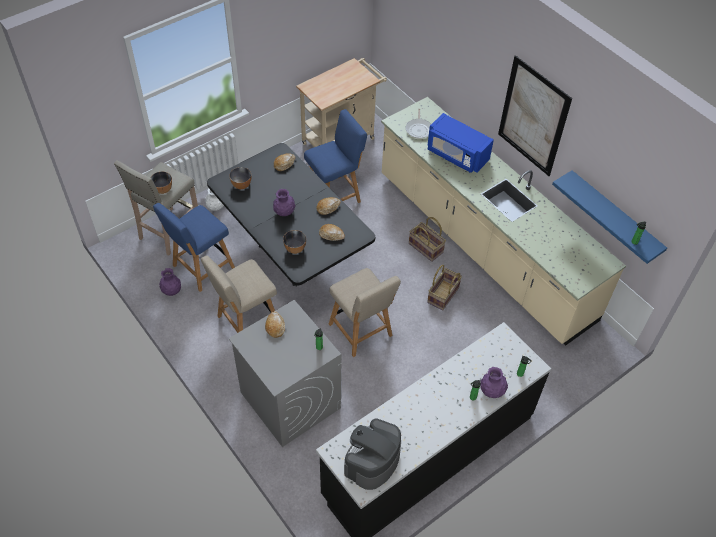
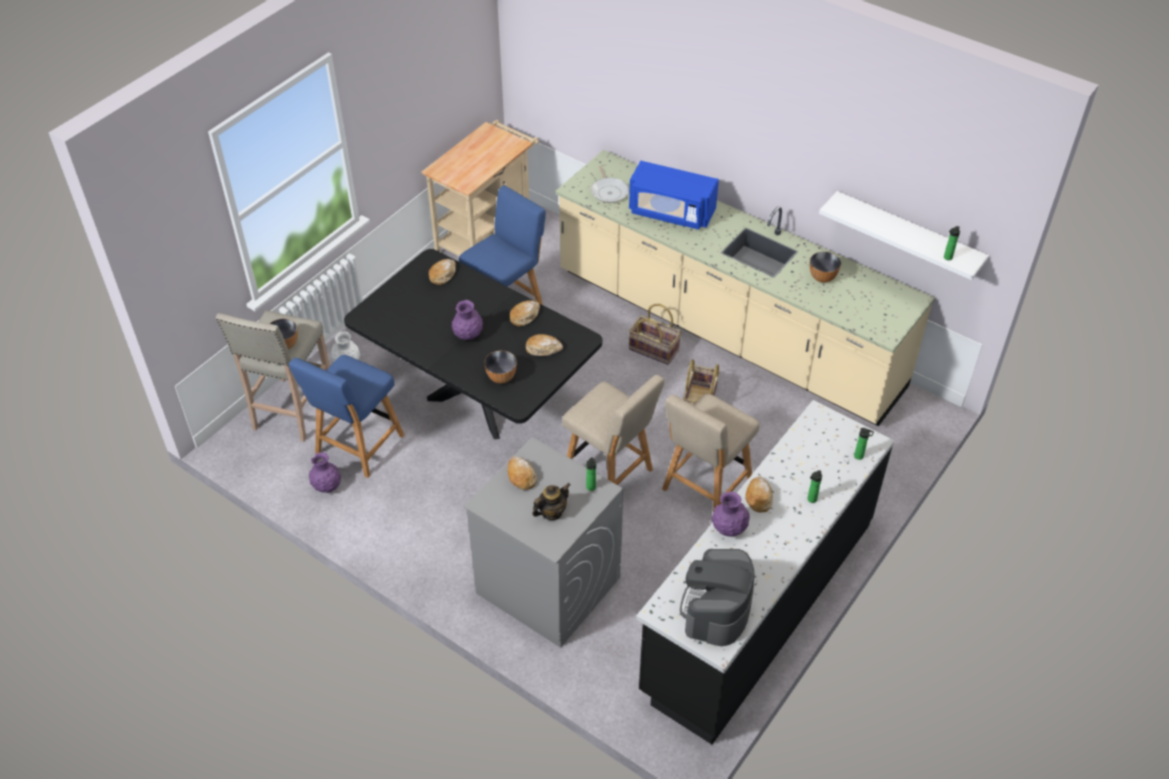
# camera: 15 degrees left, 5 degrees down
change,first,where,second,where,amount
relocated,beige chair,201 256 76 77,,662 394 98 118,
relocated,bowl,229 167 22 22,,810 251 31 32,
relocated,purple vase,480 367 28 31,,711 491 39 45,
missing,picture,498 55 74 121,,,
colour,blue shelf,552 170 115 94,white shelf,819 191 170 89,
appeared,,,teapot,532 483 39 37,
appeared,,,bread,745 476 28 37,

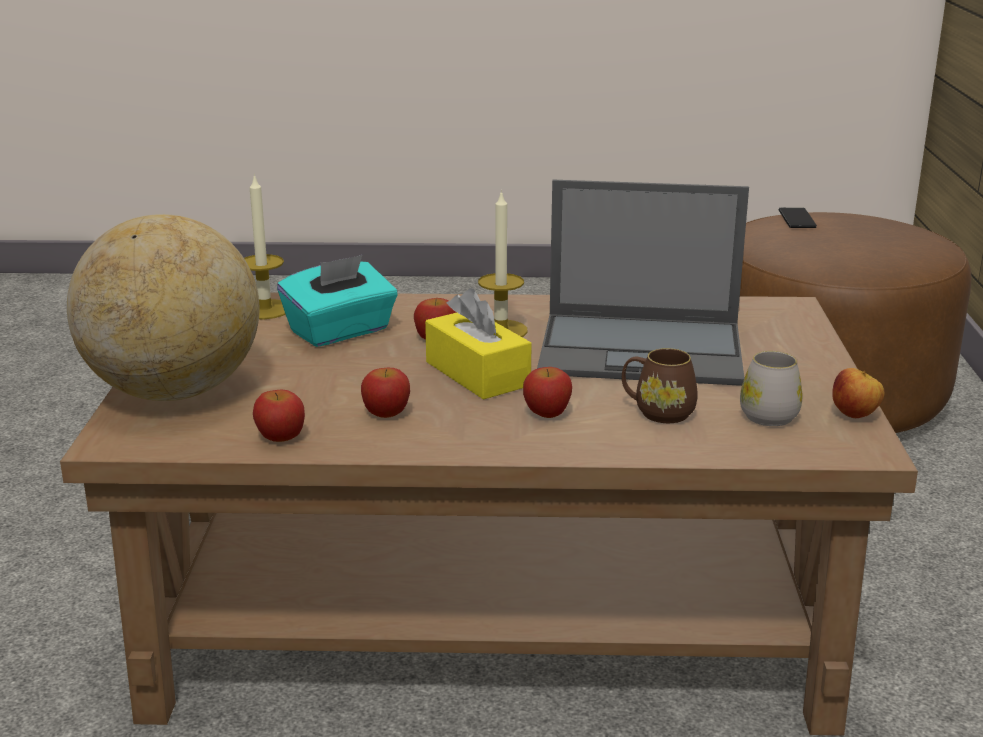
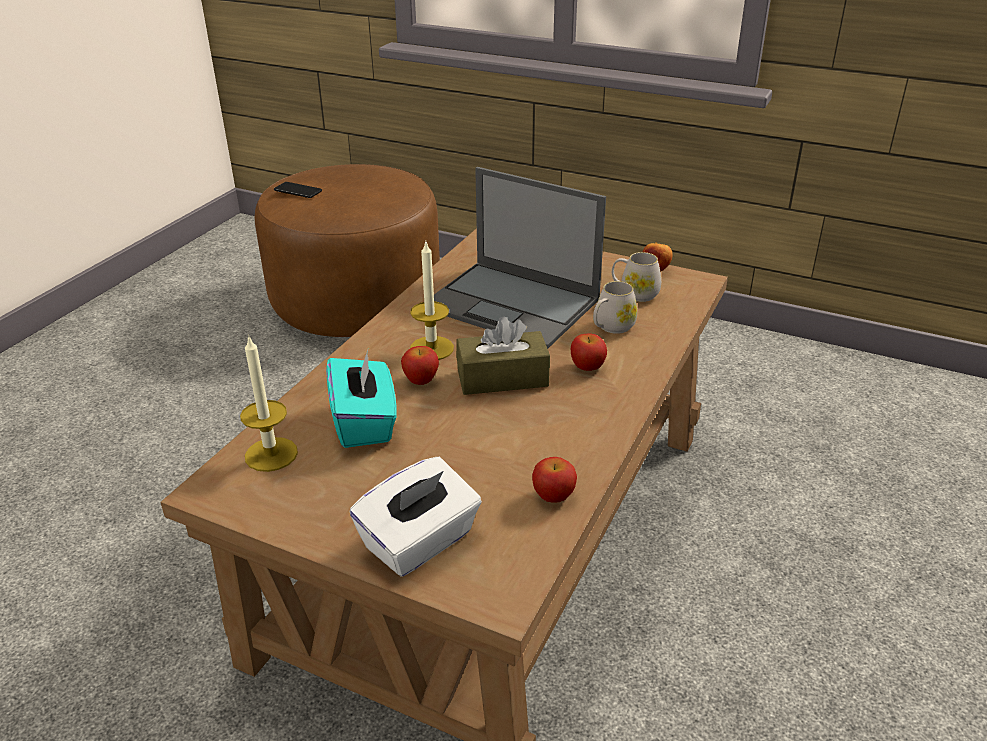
# camera: 65 degrees left, 10 degrees up
change,first,where,second,where,amount
exchanged,globe,67 214 193 187,white tissue box,350 457 132 120,
missing,apple,361 368 49 50,,,
colour,yellow tissue box,425 288 107 112,brown tissue box,456 316 94 79,
spun,laptop,537 180 212 206,,434 167 172 182,90 degrees clockwise
colour,brown mug,622 348 76 75,white mug,593 281 44 53,

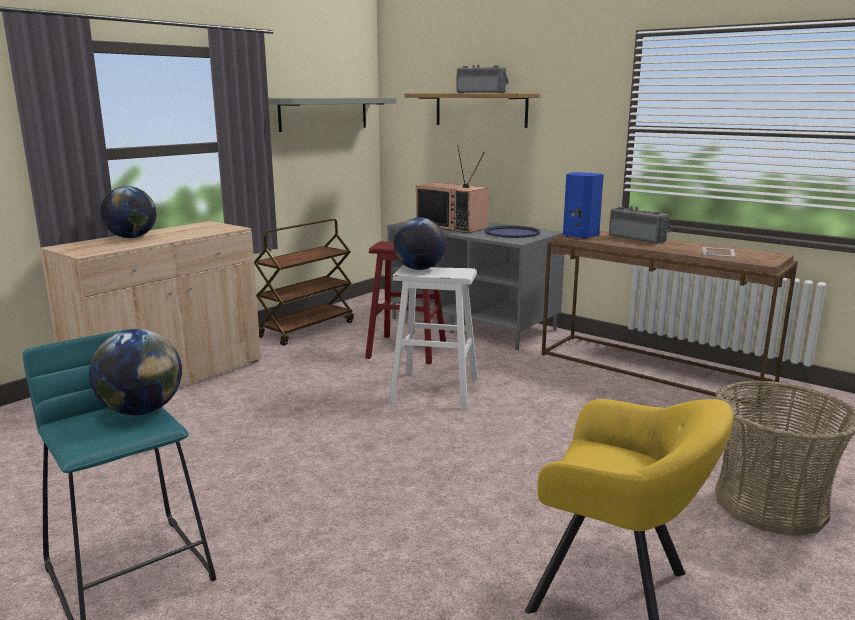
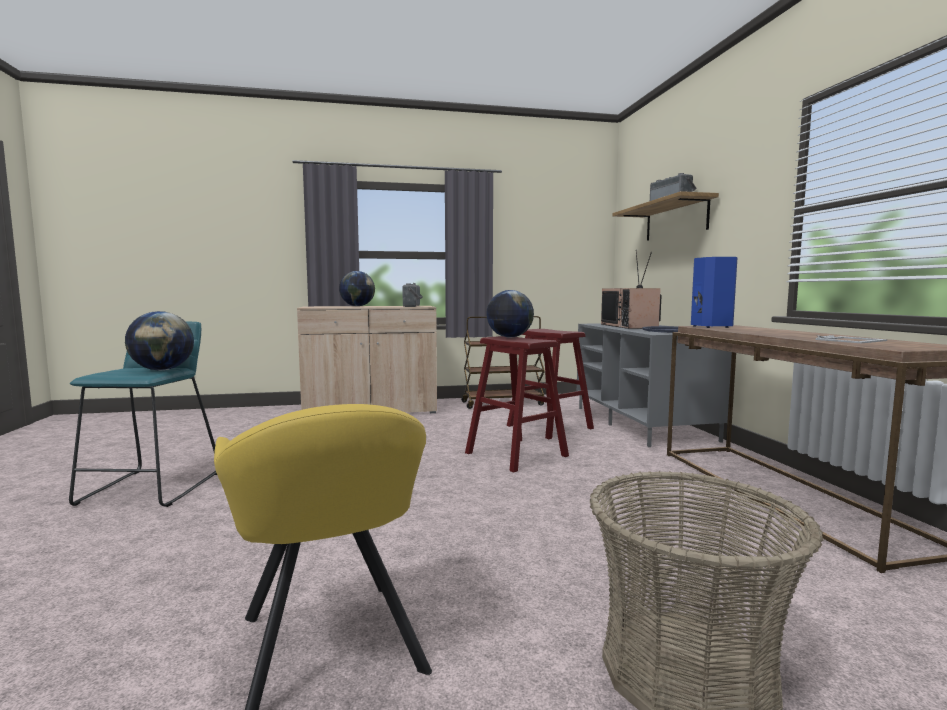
# camera: 40 degrees right, 10 degrees down
change,first,where,second,where,amount
missing,grey shelf,268 98 128 34,,,
colour,white stool,388 265 90 145,red stool,465 336 104 137,
relocated,radio,609 206 62 38,,402 283 21 24,

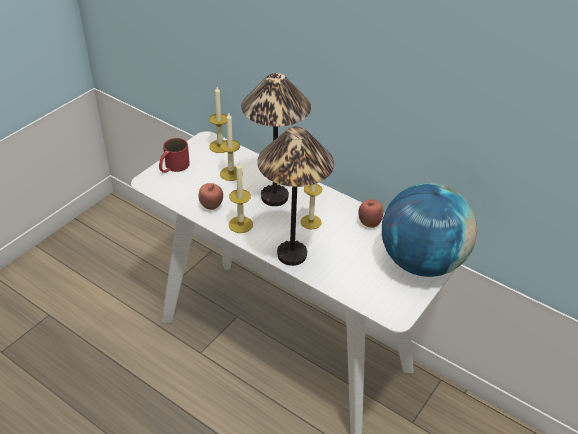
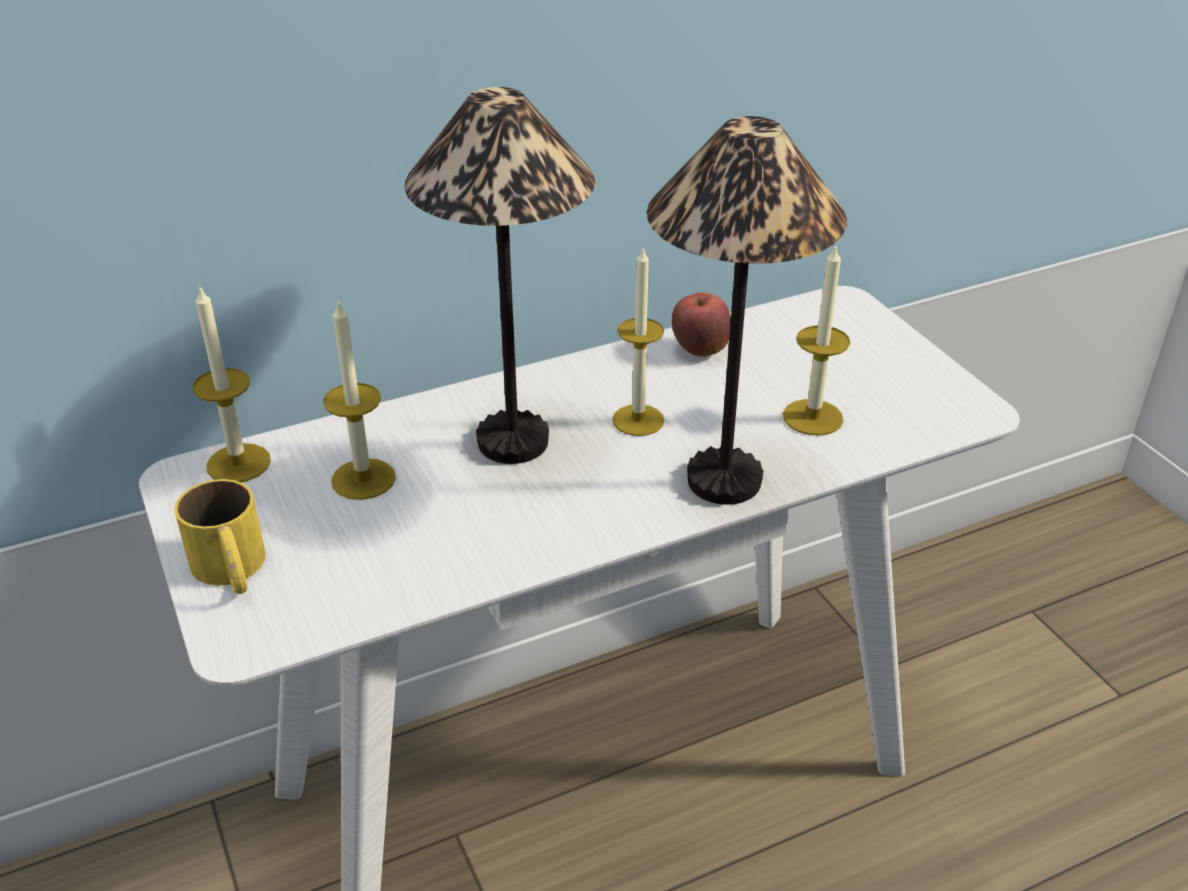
# camera: 60 degrees left, 5 degrees down
change,first,where,second,where,amount
colour,red mug,159 138 31 35,yellow mug,174 479 91 115,
missing,apple,199 183 24 27,,,
relocated,candle,229 163 24 70,,783 243 67 193,
missing,globe,382 183 95 94,,,

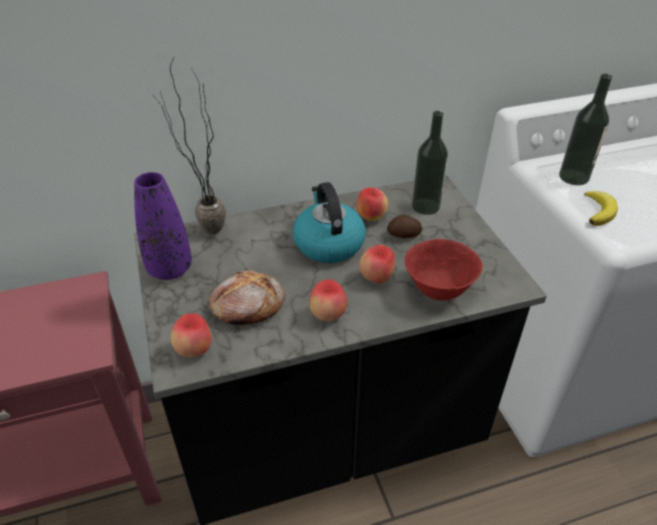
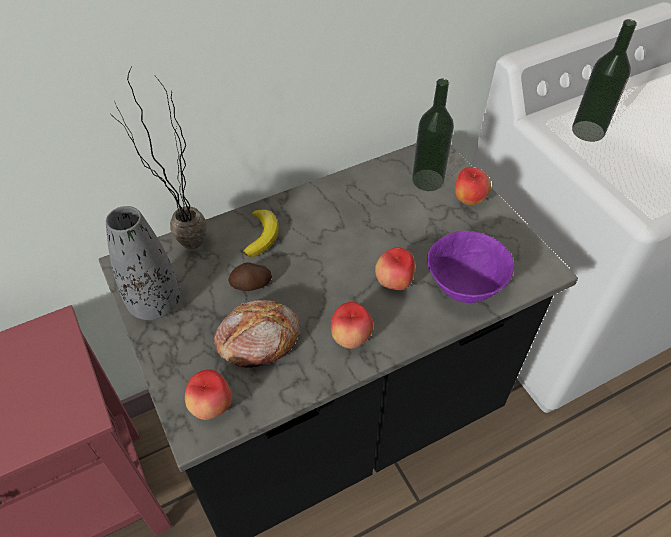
# camera: 10 degrees left, 10 degrees up
change,first,where,second,where,amount
colour,purple vase,134 172 58 108,grey vase,106 206 74 114,
missing,kettle,293 182 73 81,,,
relocated,apple,356 187 32 34,,455 167 36 38,
relocated,potato,387 215 35 23,,228 262 44 29,
colour,red bowl,405 239 78 62,purple bowl,427 231 87 72,
relocated,banana,584 191 34 35,,243 209 35 48,

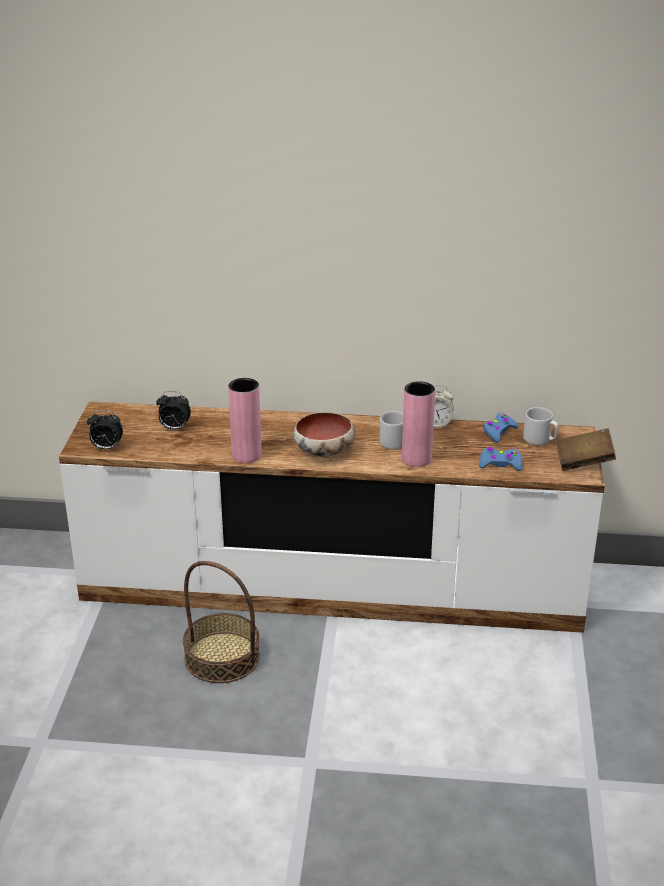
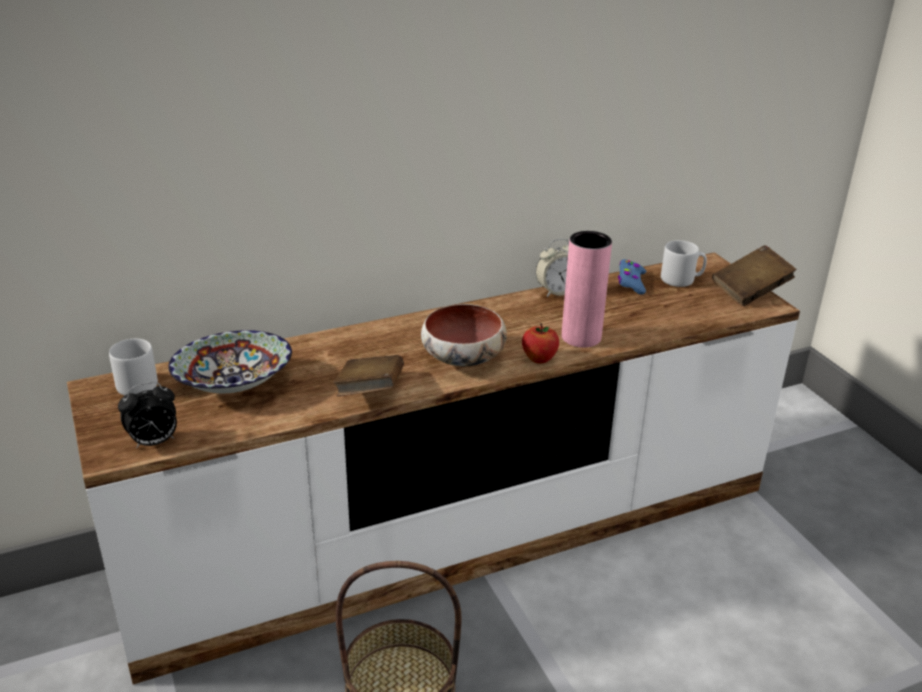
# camera: 30 degrees left, 0 degrees up
change,first,where,second,where,amount
exchanged,alarm clock,156 391 35 39,bowl,168 330 124 63,
exchanged,pink vase,228 378 34 85,brown book,333 355 71 41,
relocated,grey mug,380 411 23 39,,109 339 49 57,
missing,blue game controller,479 447 43 24,,,
appeared,,,apple,522 323 37 41,

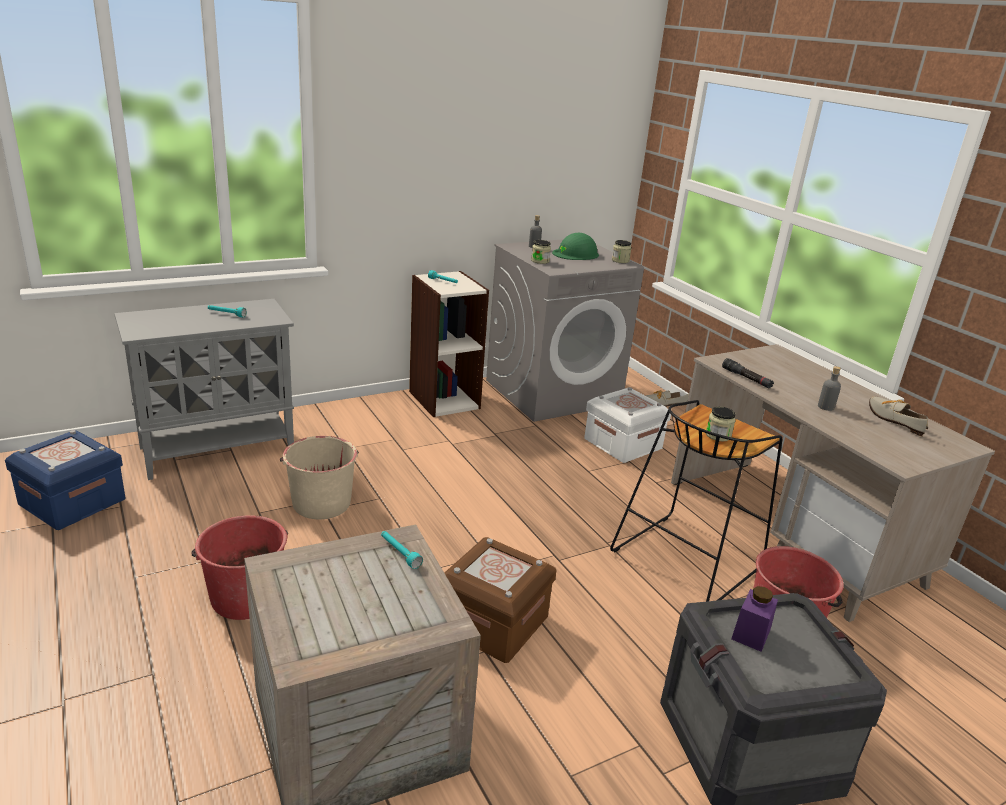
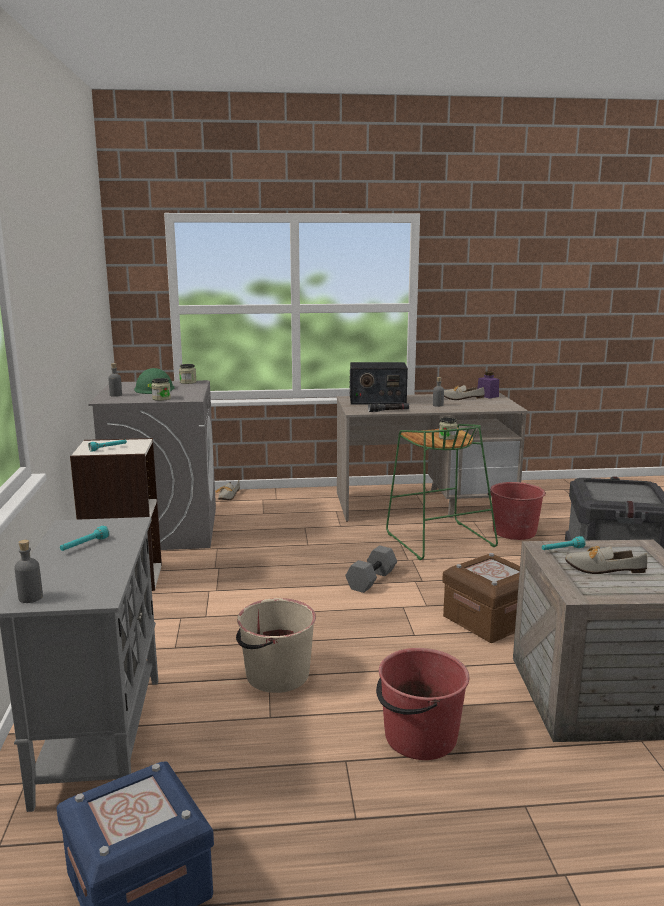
# camera: 65 degrees left, 10 degrees down
change,first,where,second,where,amount
missing,white storage box,584 387 87 76,,,
colour,black stool,610 400 172 202,green stool,386 424 112 136,
relocated,purple jar,731 586 47 66,,477 371 22 28,
appeared,,,grey bottle,14 540 29 63,
appeared,,,grey dumbbell,345 545 52 48,
appeared,,,radio,349 362 59 43,
appeared,,,shoe,565 546 82 28,

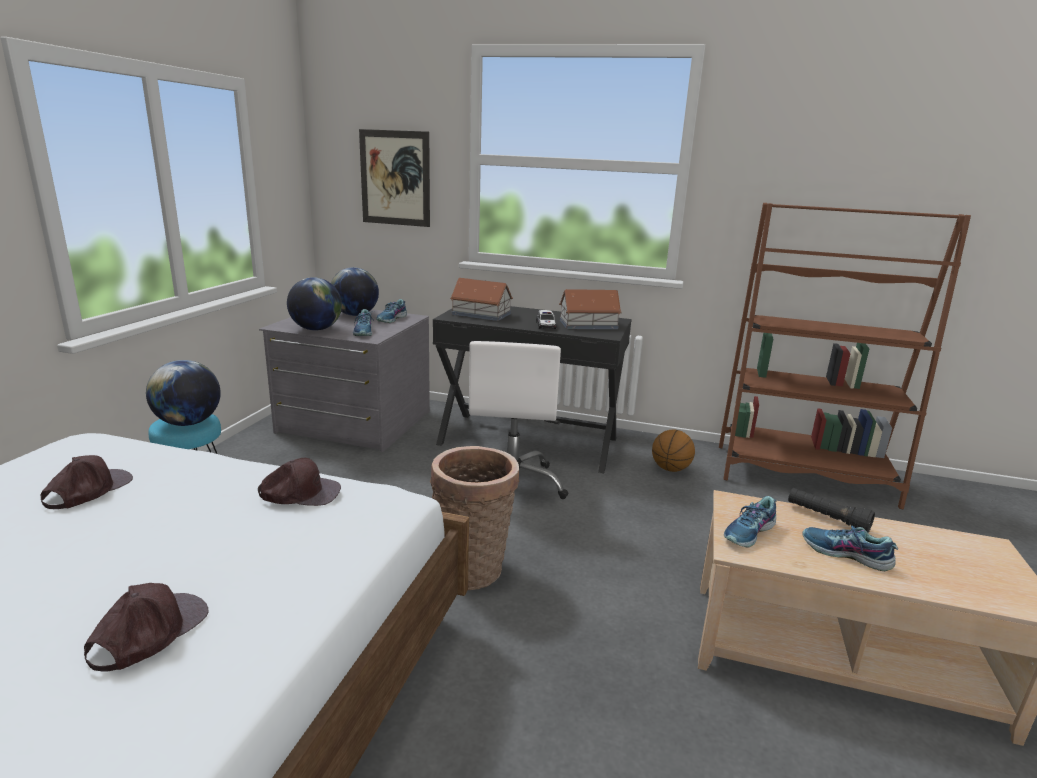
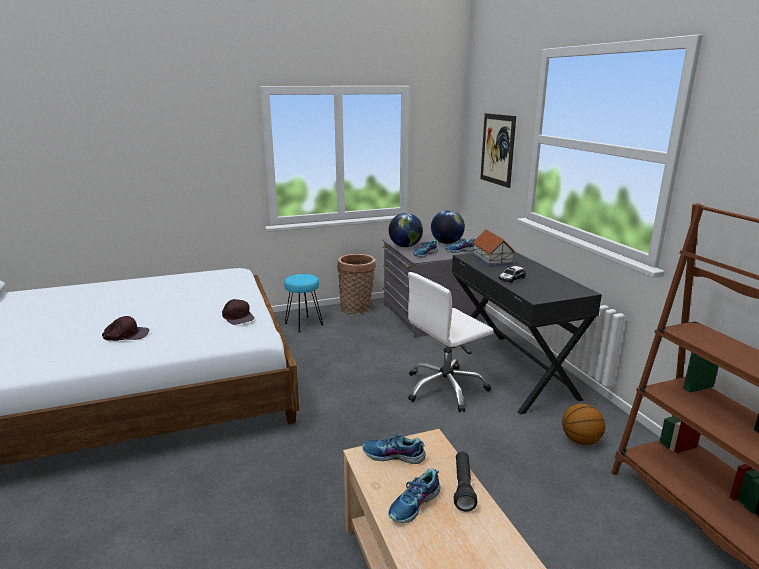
# camera: 55 degrees right, 0 degrees up
change,first,where,second,where,amount
missing,brown cap,41 455 92 54,,,
missing,globe,146 360 75 66,,,
relocated,basket,430 446 90 144,,337 254 39 60,
missing,toy house,559 289 63 40,,,
spun,shoe,802 526 96 45,,388 468 52 55,135 degrees counterclockwise

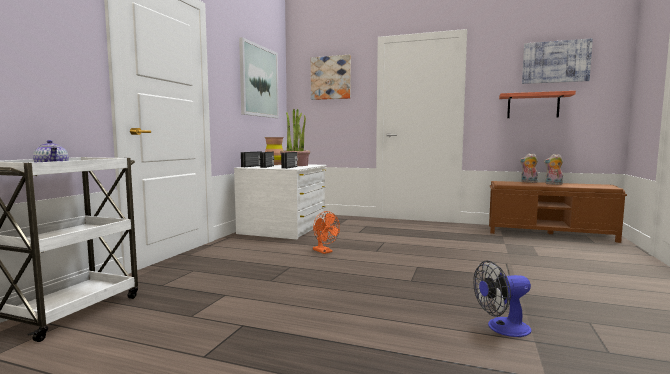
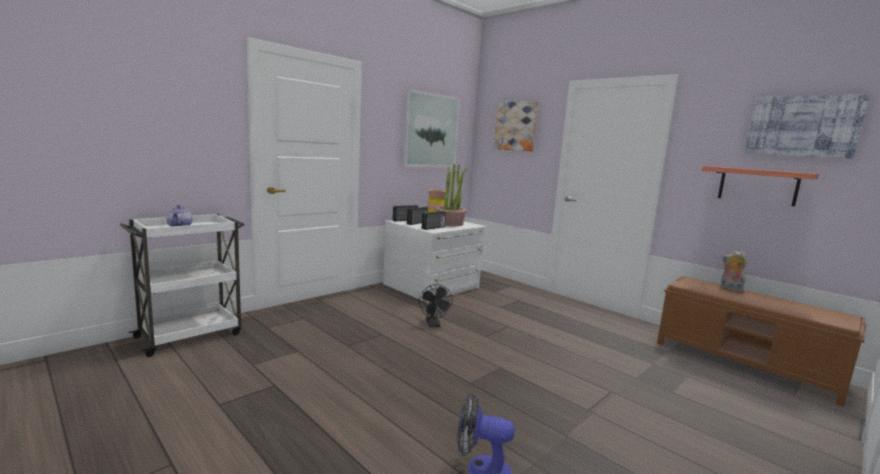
# camera: 25 degrees right, 5 degrees up
change,first,where,second,where,amount
colour,orange fan,313 211 27 43,black fan,419 284 34 43,
missing,plush toy,544 154 19 31,,,

